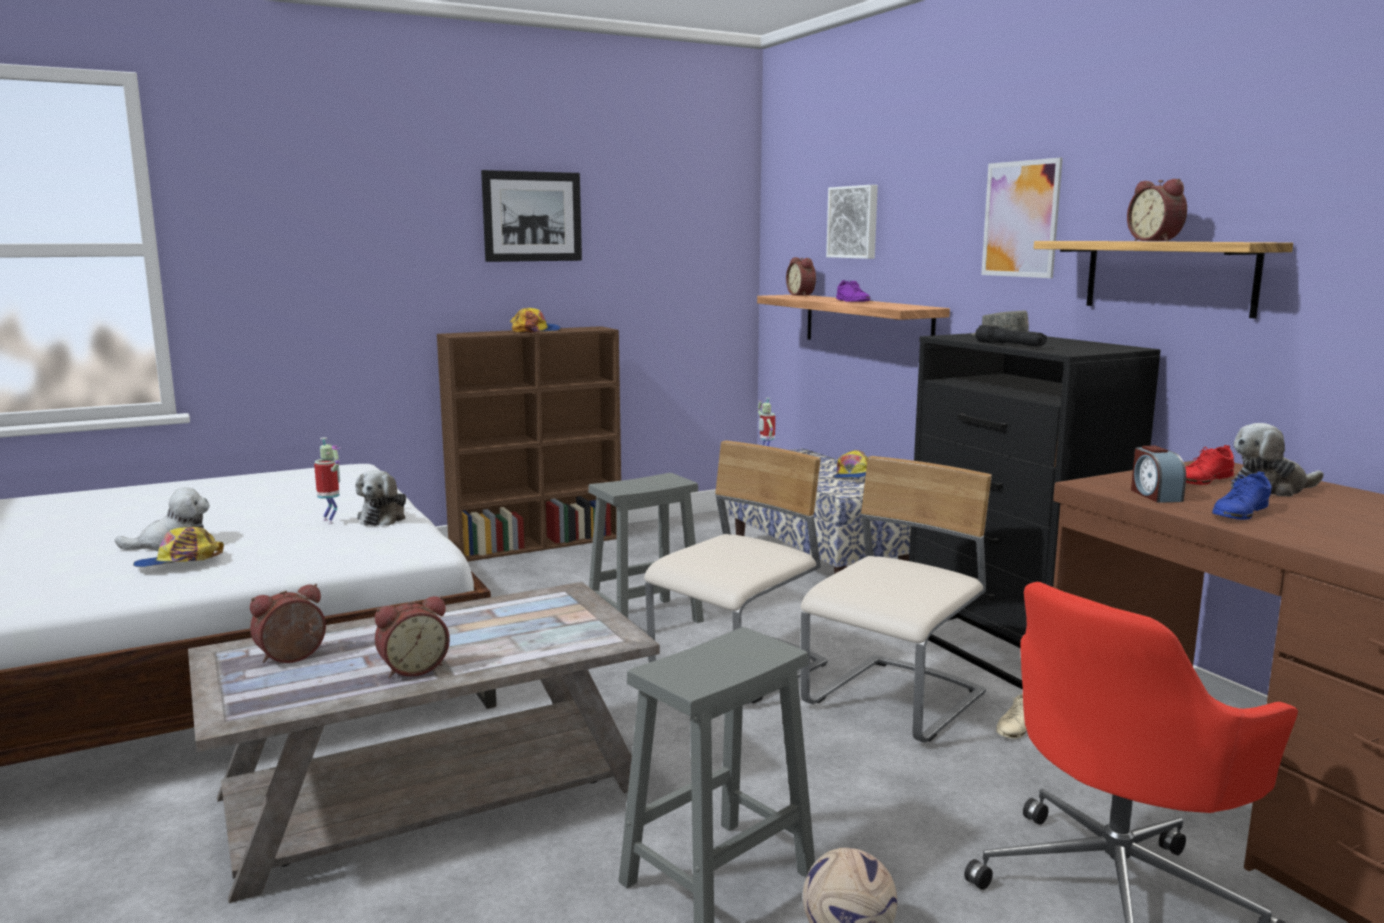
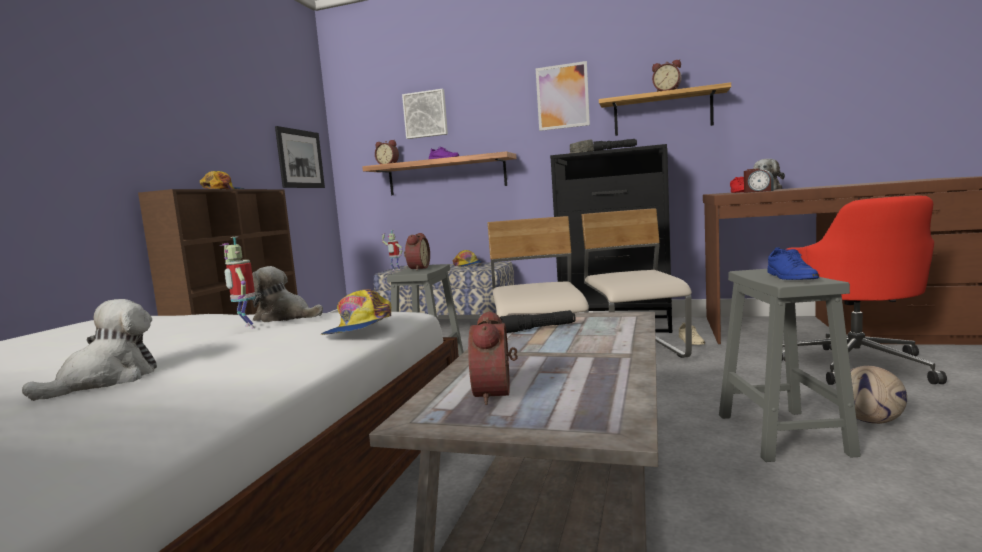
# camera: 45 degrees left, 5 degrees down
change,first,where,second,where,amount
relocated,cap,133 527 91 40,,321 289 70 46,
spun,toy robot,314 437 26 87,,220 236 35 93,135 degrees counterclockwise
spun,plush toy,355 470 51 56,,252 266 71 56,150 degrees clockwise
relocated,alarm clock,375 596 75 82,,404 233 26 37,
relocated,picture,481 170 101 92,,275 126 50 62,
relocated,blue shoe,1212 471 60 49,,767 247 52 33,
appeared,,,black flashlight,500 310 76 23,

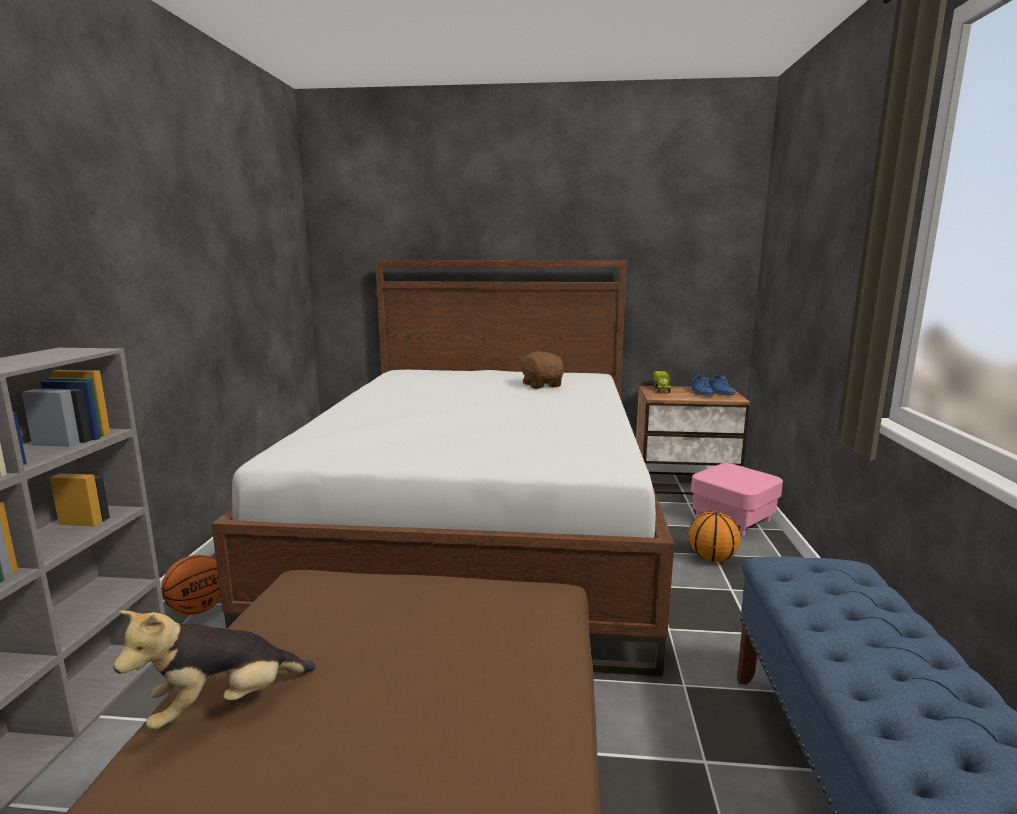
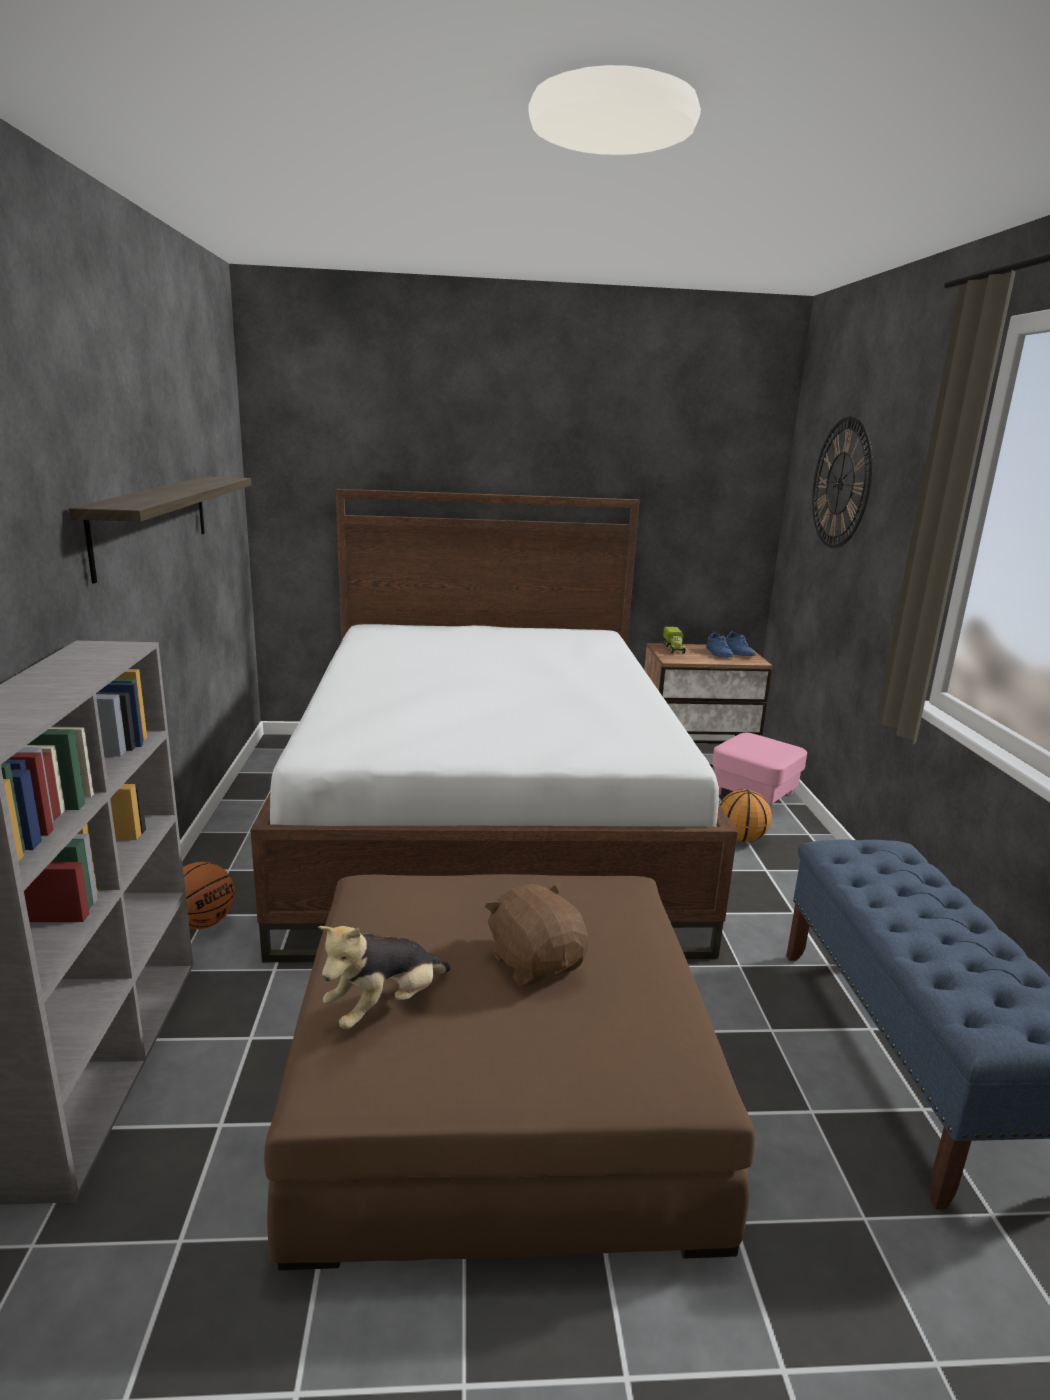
# camera: 10 degrees left, 5 degrees up
change,first,where,second,where,amount
relocated,brown plush toy,519 351 45 38,,485 883 103 103,
appeared,,,shelf,68 476 184 108,
appeared,,,wall clock,812 416 60 132,

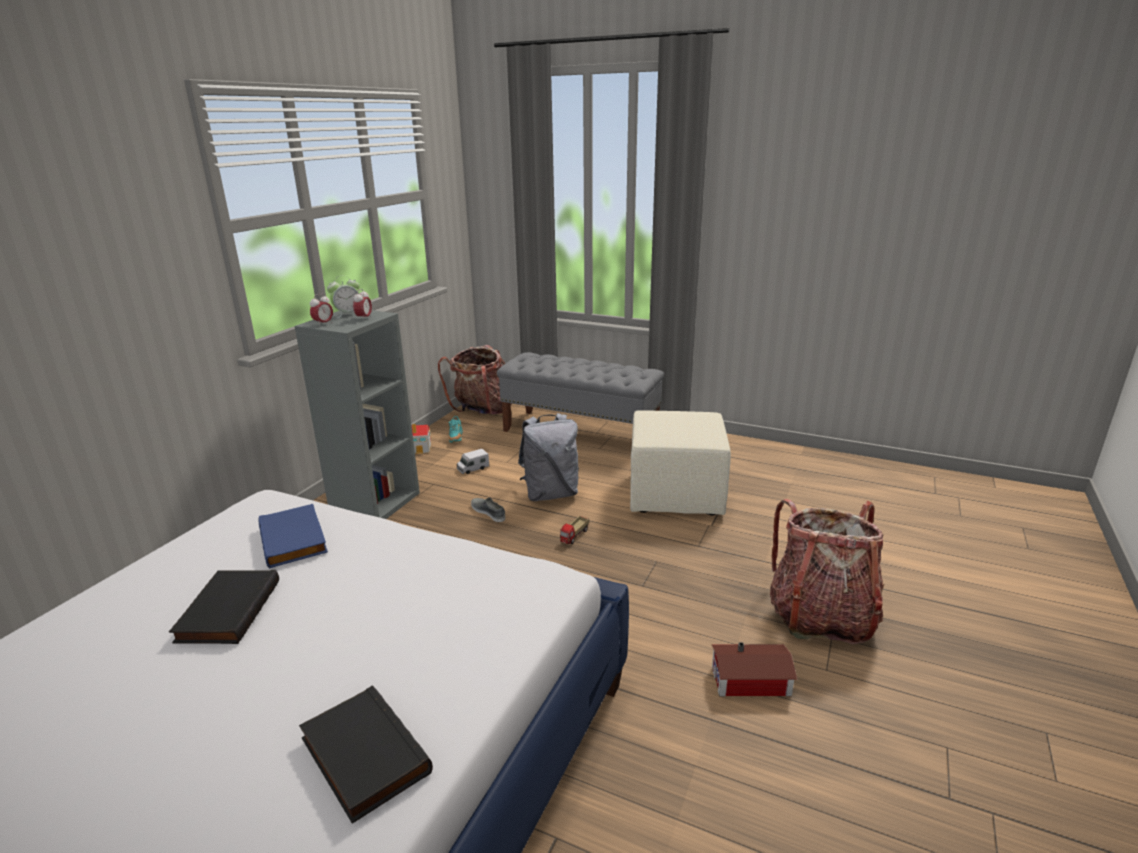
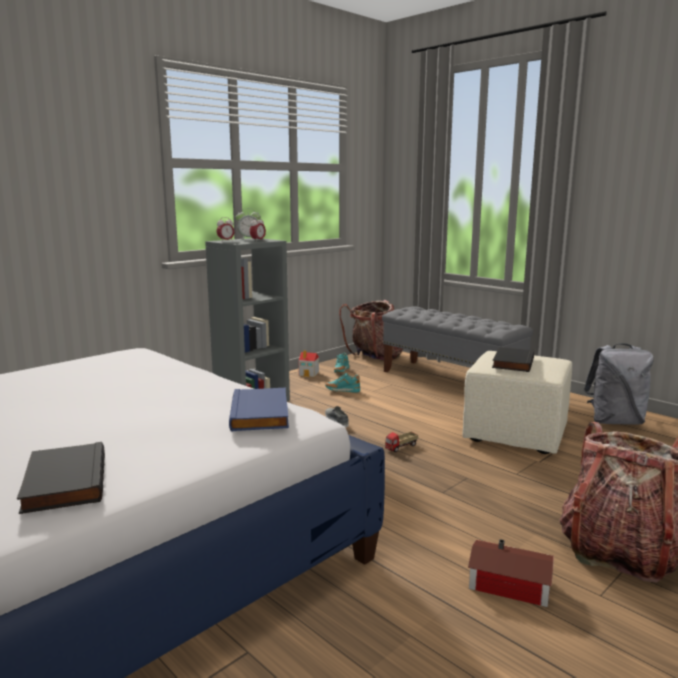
# camera: 20 degrees right, 10 degrees down
change,first,where,second,where,amount
relocated,black book,169 570 110 74,,492 347 42 25,
relocated,blue book,258 504 70 65,,229 388 60 43,
exchanged,toy truck,457 449 32 25,turquoise shoe,325 373 35 20,
relocated,grey backpack,518 413 61 88,,583 343 70 82,

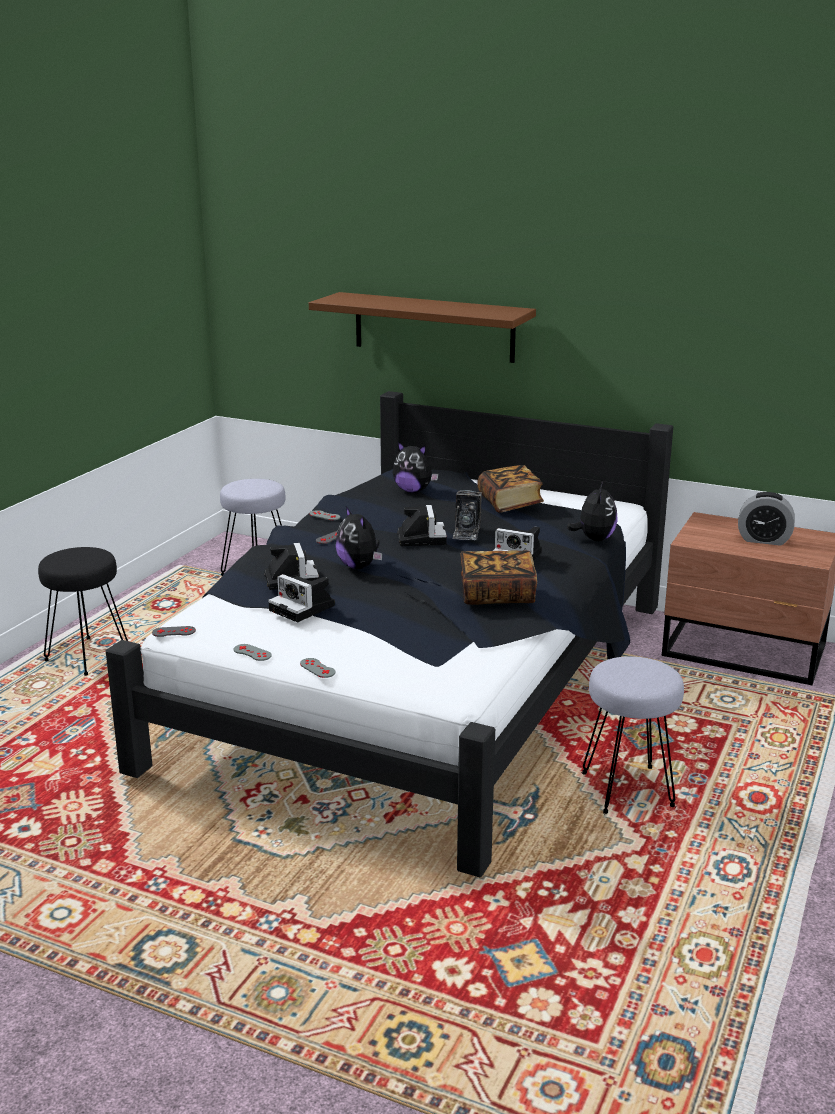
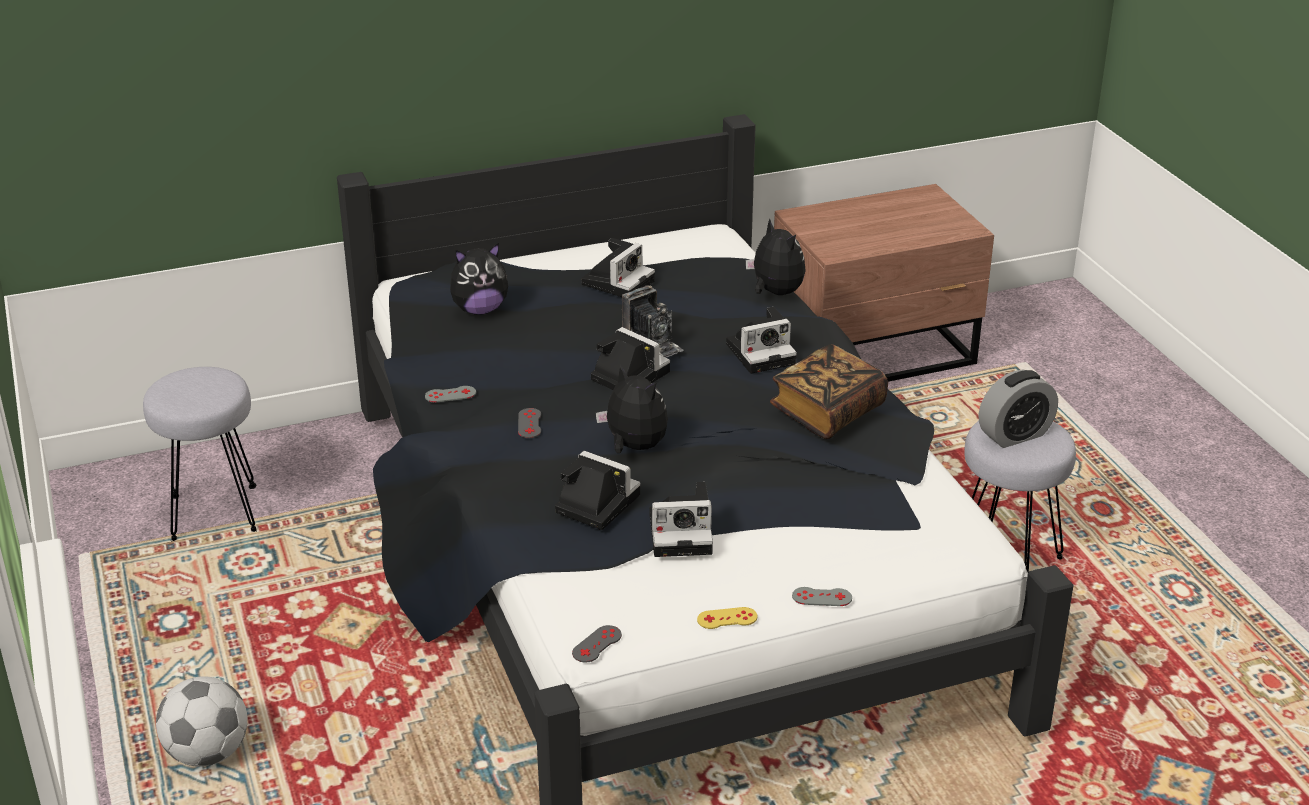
# camera: 45 degrees left, 10 degrees up
change,first,where,second,where,amount
exchanged,black stool,38 547 90 128,football,156 676 92 91,
colour,grey game controller,234 644 38 17,yellow game controller,697 607 61 22,
missing,brown shelf,309 292 227 71,,,
spun,plush toy,336 506 46 63,,596 365 72 88,150 degrees counterclockwise
exchanged,book,477 465 67 48,photo camera,582 238 73 59,
relocated,alarm clock,738 492 57 54,,979 370 79 78,

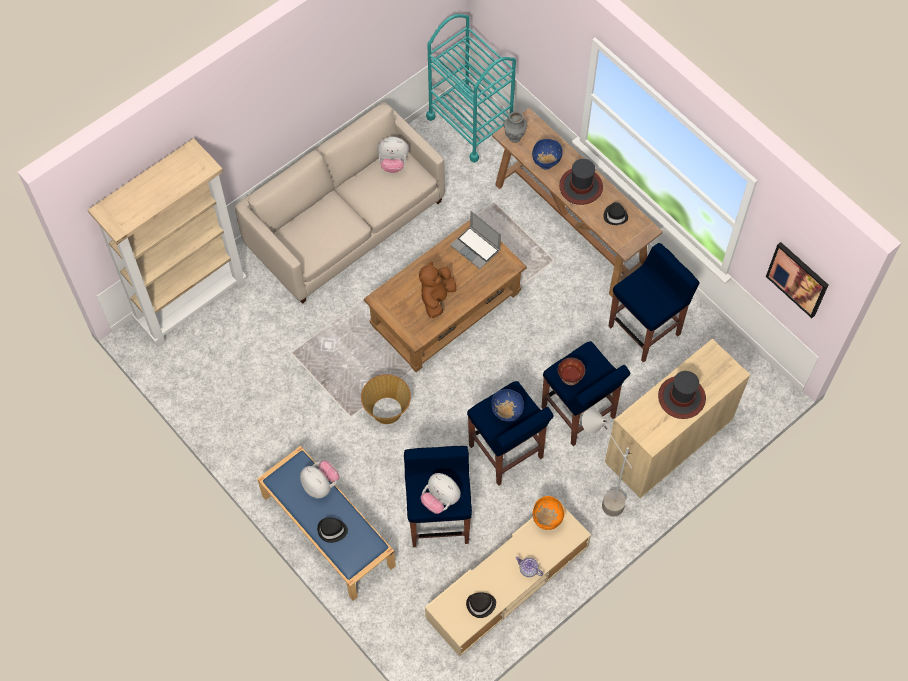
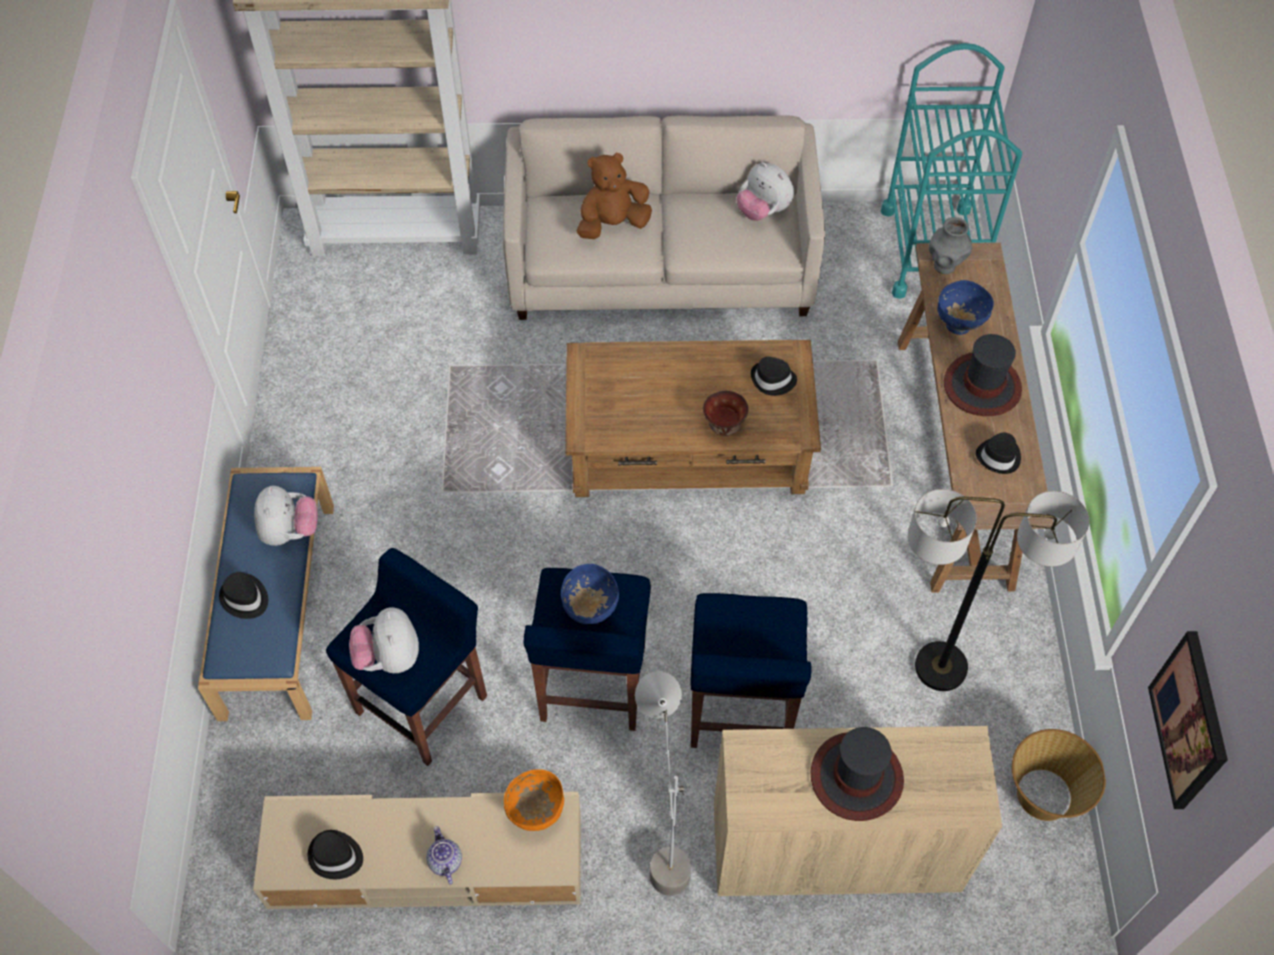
# camera: 40 degrees right, 5 degrees down
change,first,where,second,where,amount
relocated,basket,361 374 50 50,,1012 729 94 92,
relocated,brown plush toy,419 262 37 56,,576 153 76 86,
exchanged,laptop,450 211 51 58,black hat,751 357 46 39,
relocated,bowl,558 358 27 27,,703 391 46 45,
exchanged,blue stool,608 243 91 120,floor lamp,908 489 181 202,

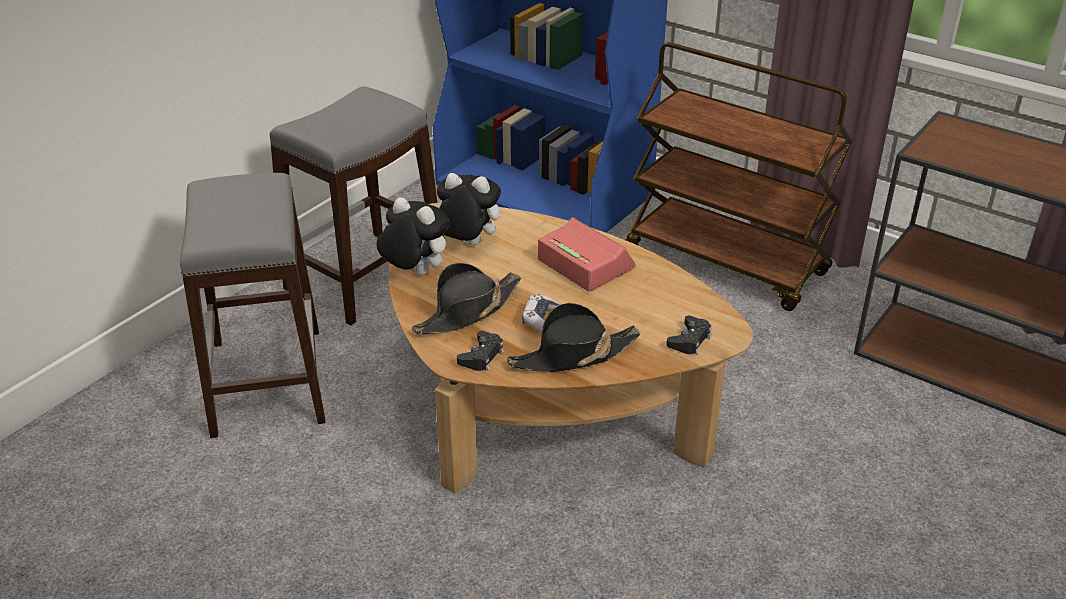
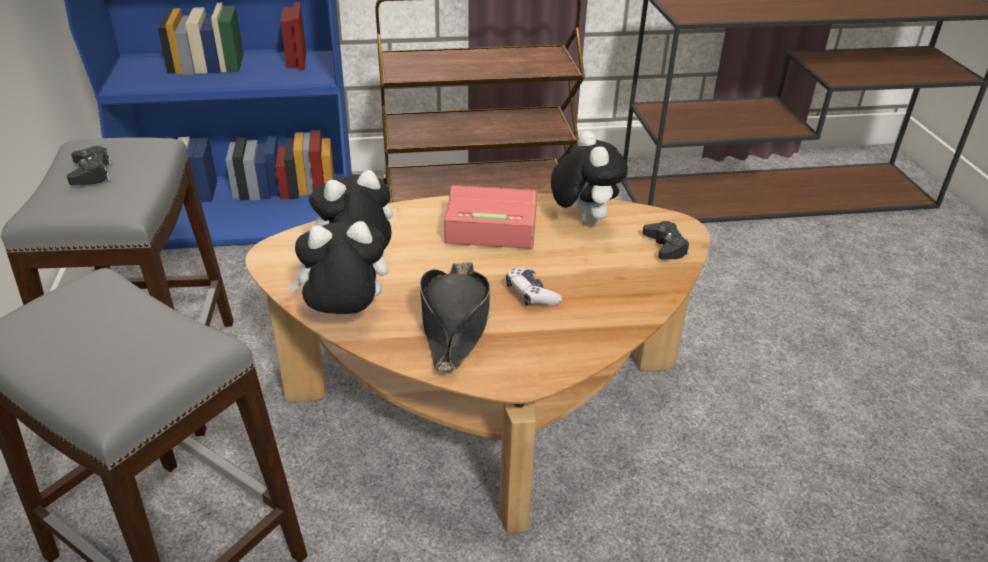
# camera: 45 degrees left, 0 degrees up
change,first,where,second,where,amount
relocated,black game controller,457 331 47 40,,67 146 45 39,
missing,black hat,507 303 133 69,,,
appeared,,,plush toy,551 131 77 93,

